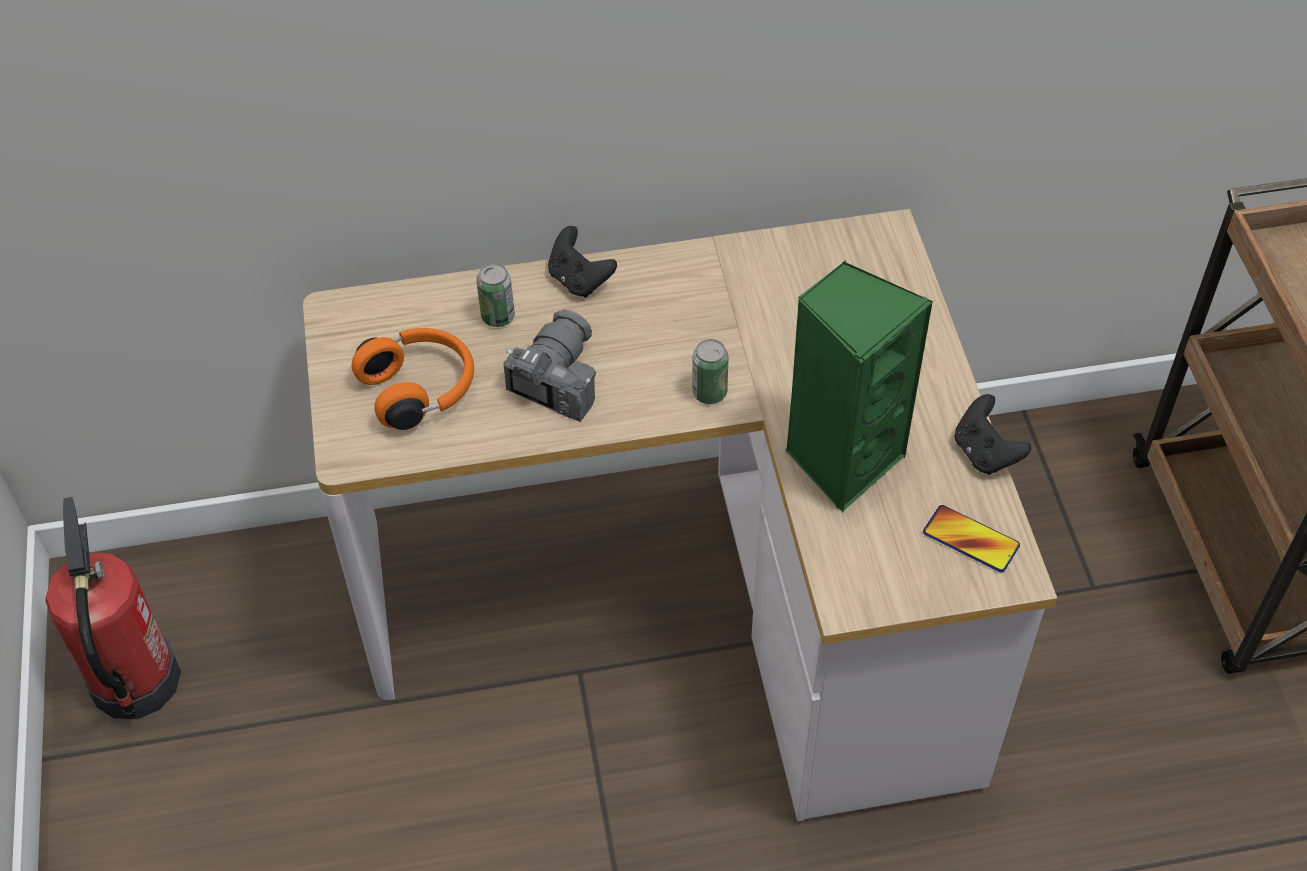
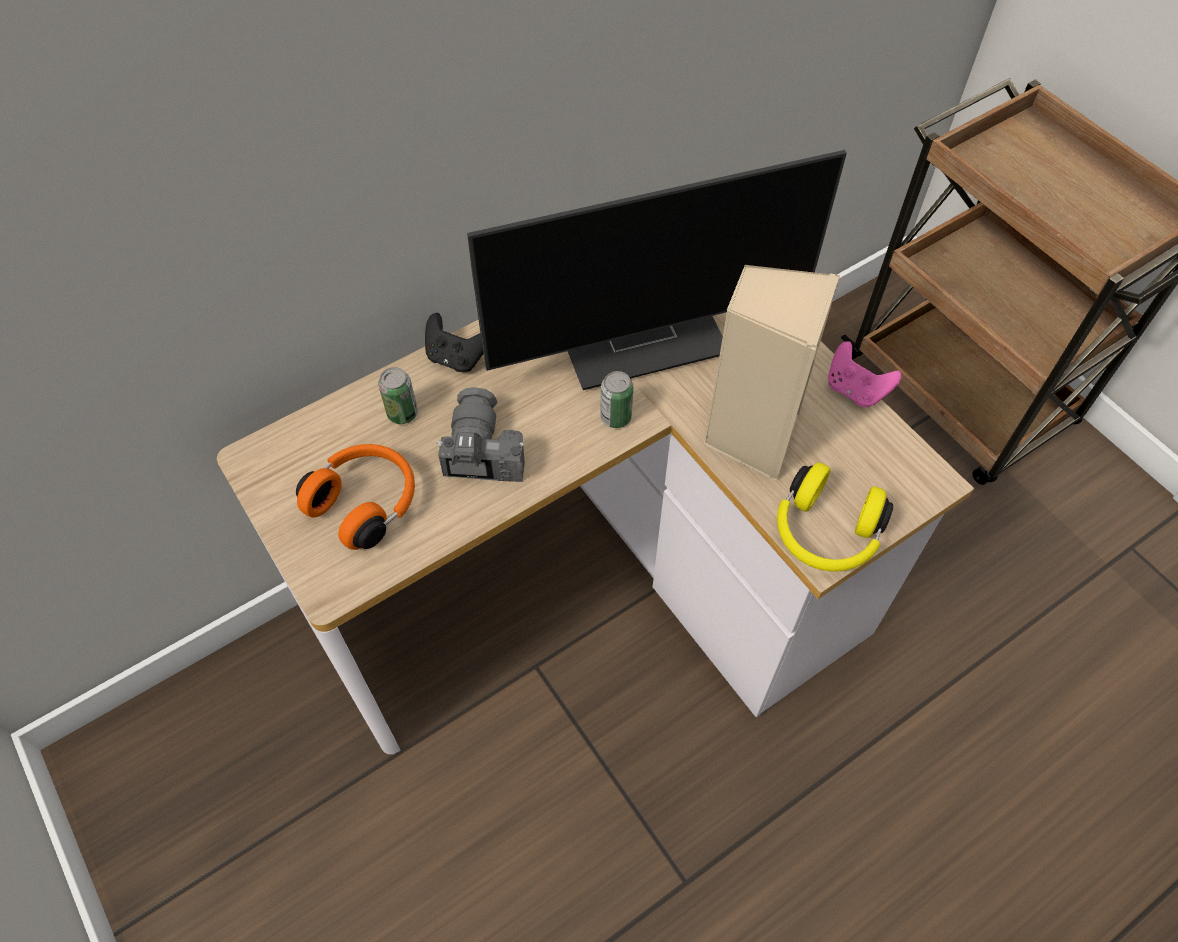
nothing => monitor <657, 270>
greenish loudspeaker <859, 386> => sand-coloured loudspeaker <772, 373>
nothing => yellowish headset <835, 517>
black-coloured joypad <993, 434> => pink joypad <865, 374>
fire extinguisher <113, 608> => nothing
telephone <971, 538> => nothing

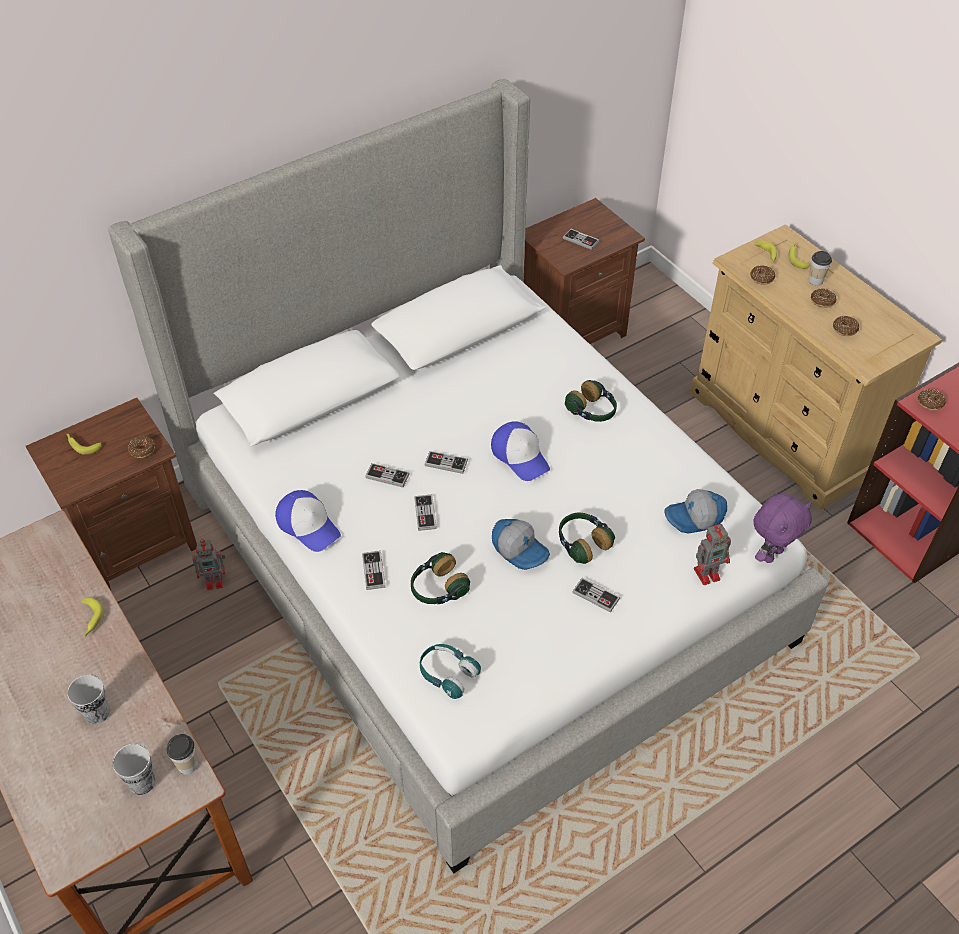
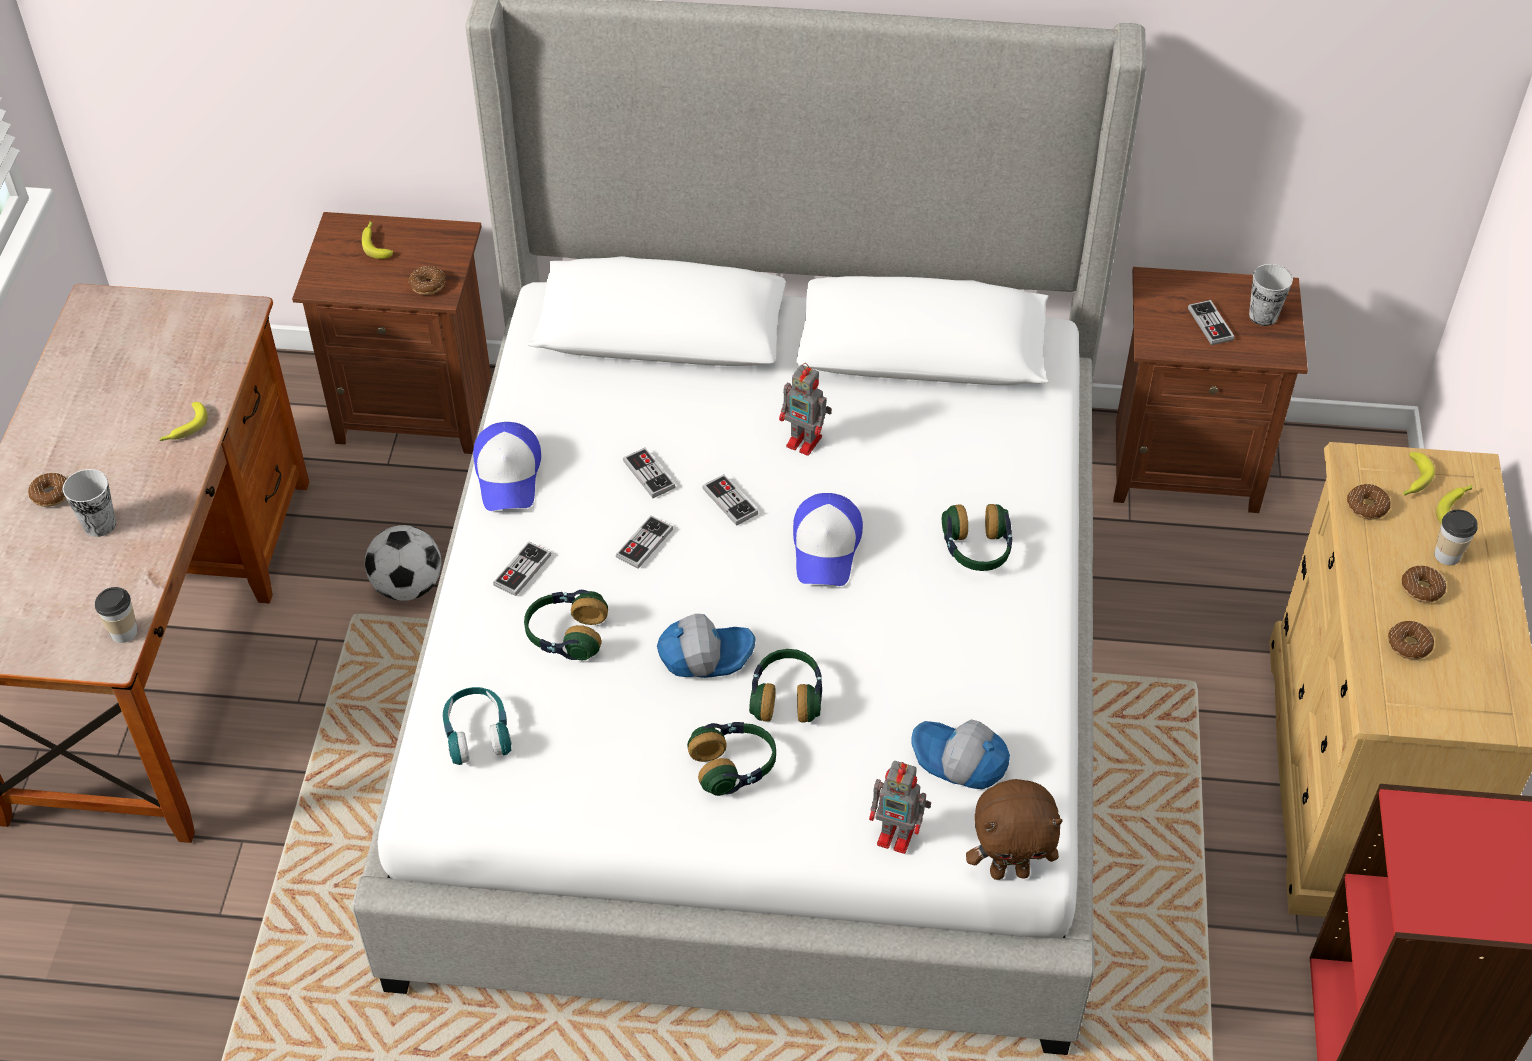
ring doughnut <932, 400> => ring doughnut <47, 490>, moved
nothing => ball for football <403, 563>
baseball cap <521, 544> => baseball cap <706, 646>, 90 degrees counterclockwise
joypad <596, 595> => headset <731, 759>
robot figure <209, 564> => robot figure <805, 409>, moved
purple-coloured cuddly toy <783, 528> => brown-coloured cuddly toy <1014, 829>
small cup <134, 769> => small cup <1271, 295>, moved

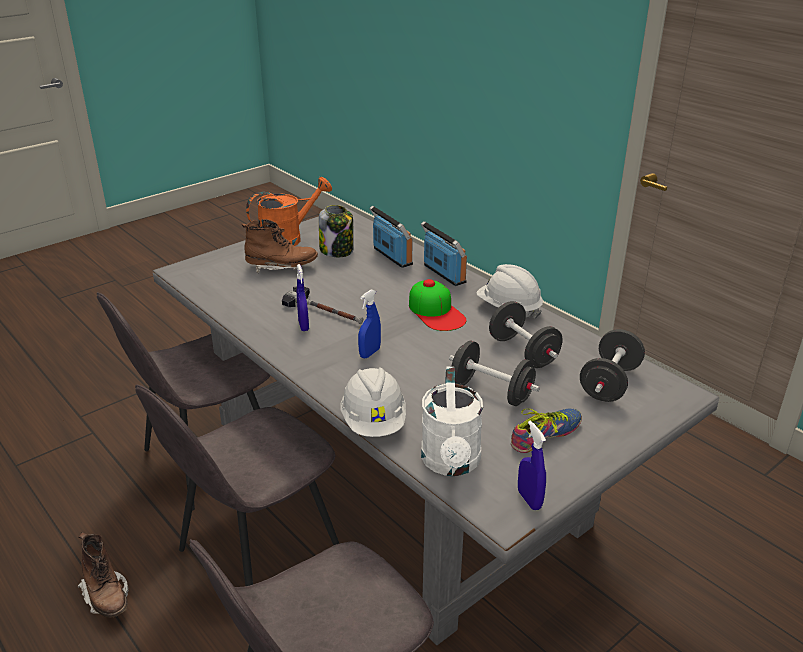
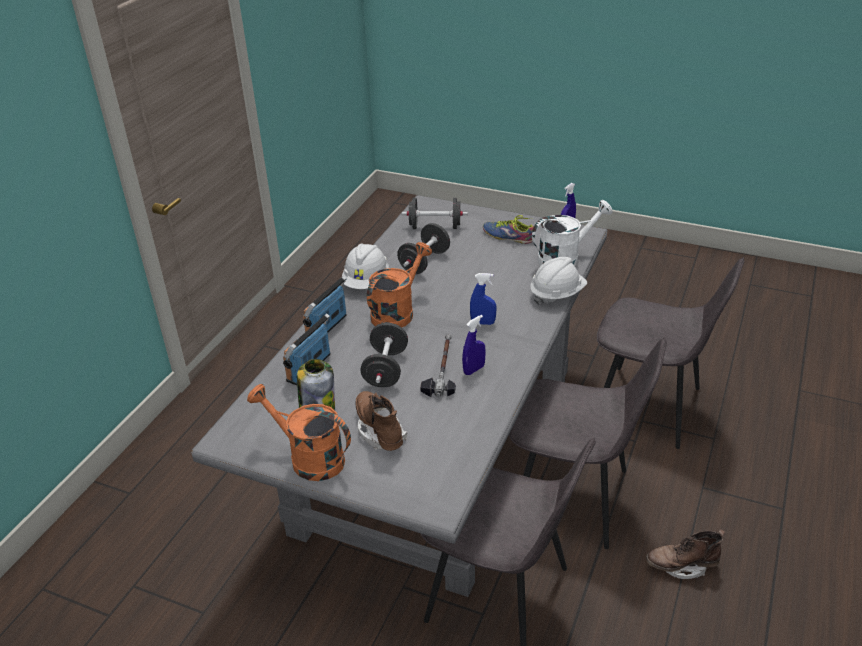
black-coloured hand weight <494, 373> => black-coloured hand weight <384, 355>, moved
baseball cap <437, 305> => orange sprinkling can <399, 285>
brown-coloured boot <103, 575> => brown-coloured boot <686, 554>, 120 degrees counterclockwise

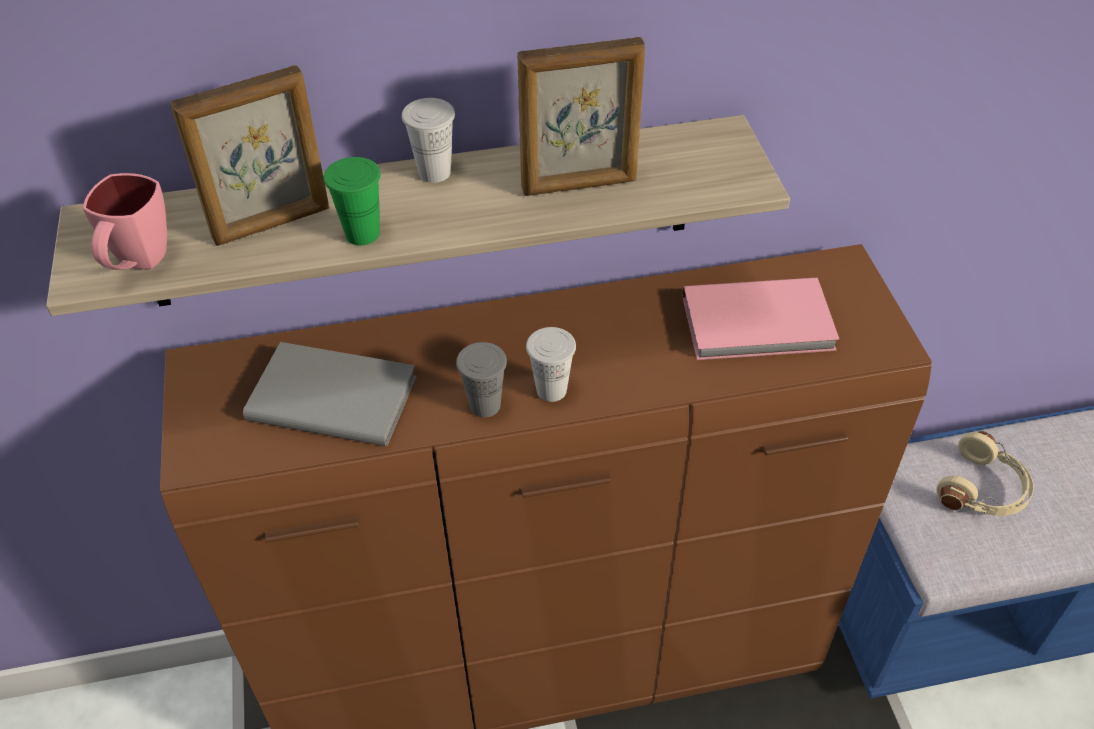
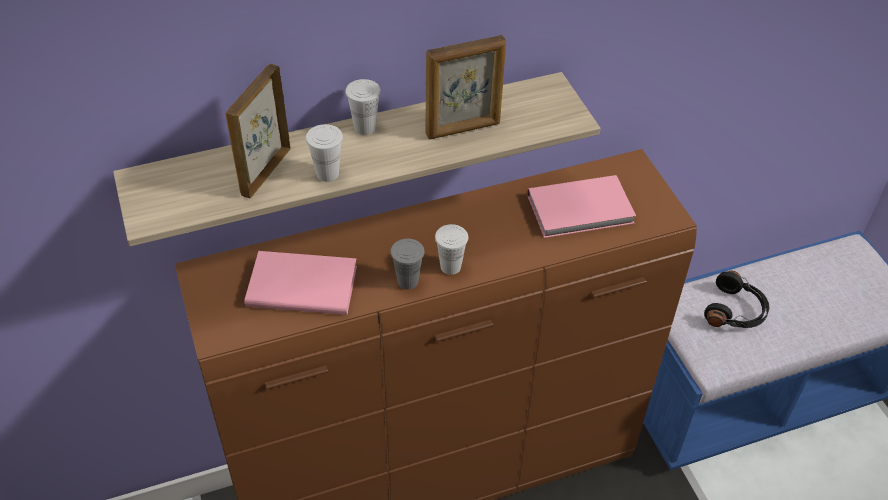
standing frame <249, 155> => standing frame <258, 131>, 150 degrees clockwise
grey volume <330, 394> => pink volume <301, 283>
greenish small cup <352, 201> => white-coloured small cup <324, 153>
sand-coloured headset <985, 473> => black-coloured headset <737, 299>
pink mug <125, 221> => nothing

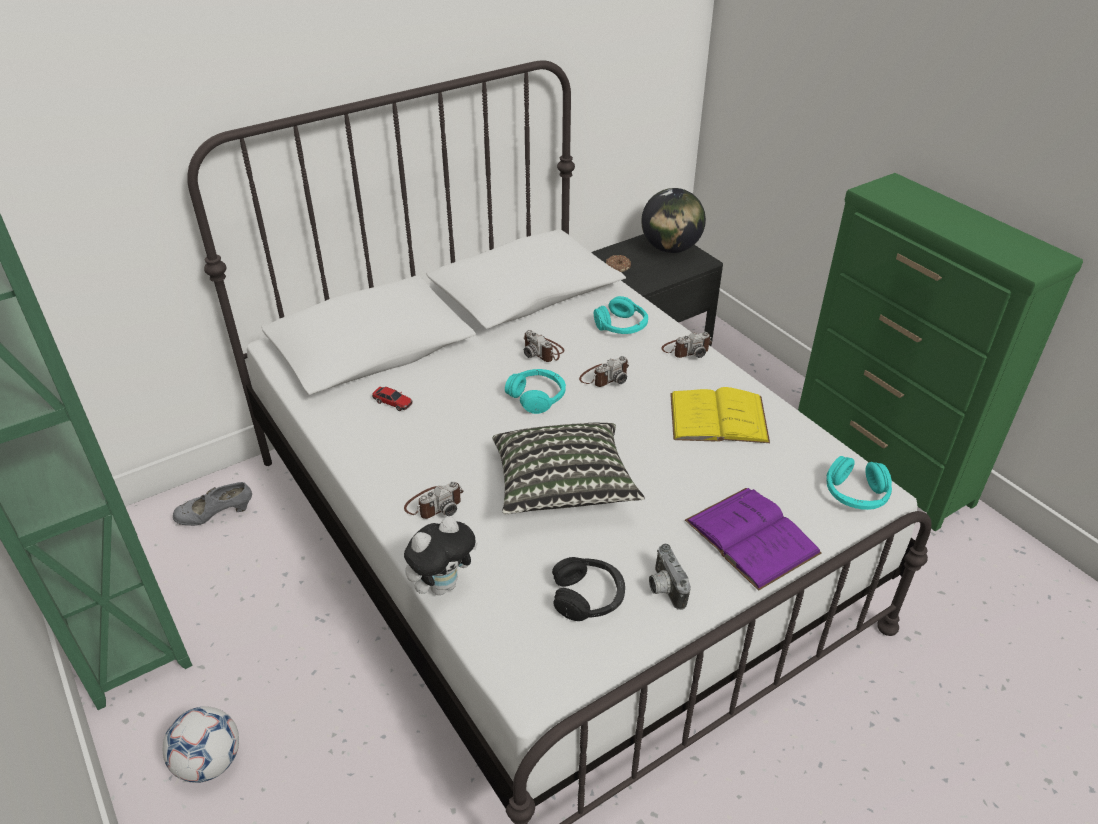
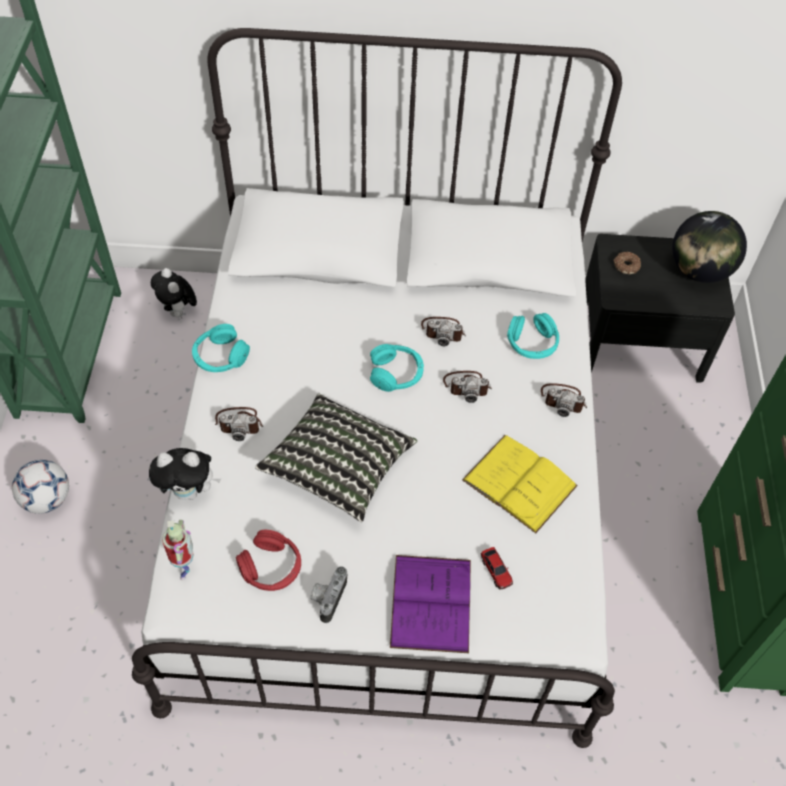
grey low shoe <212, 504> => cuddly toy <174, 293>
nothing => robot figure <178, 550>
turquoise headset <859, 483> => turquoise headset <221, 348>, moved
black-coloured headset <588, 589> => reddish headset <268, 560>
still camera <544, 346> => still camera <443, 331>, 75 degrees counterclockwise
miniature car <392, 399> => miniature car <497, 568>, moved

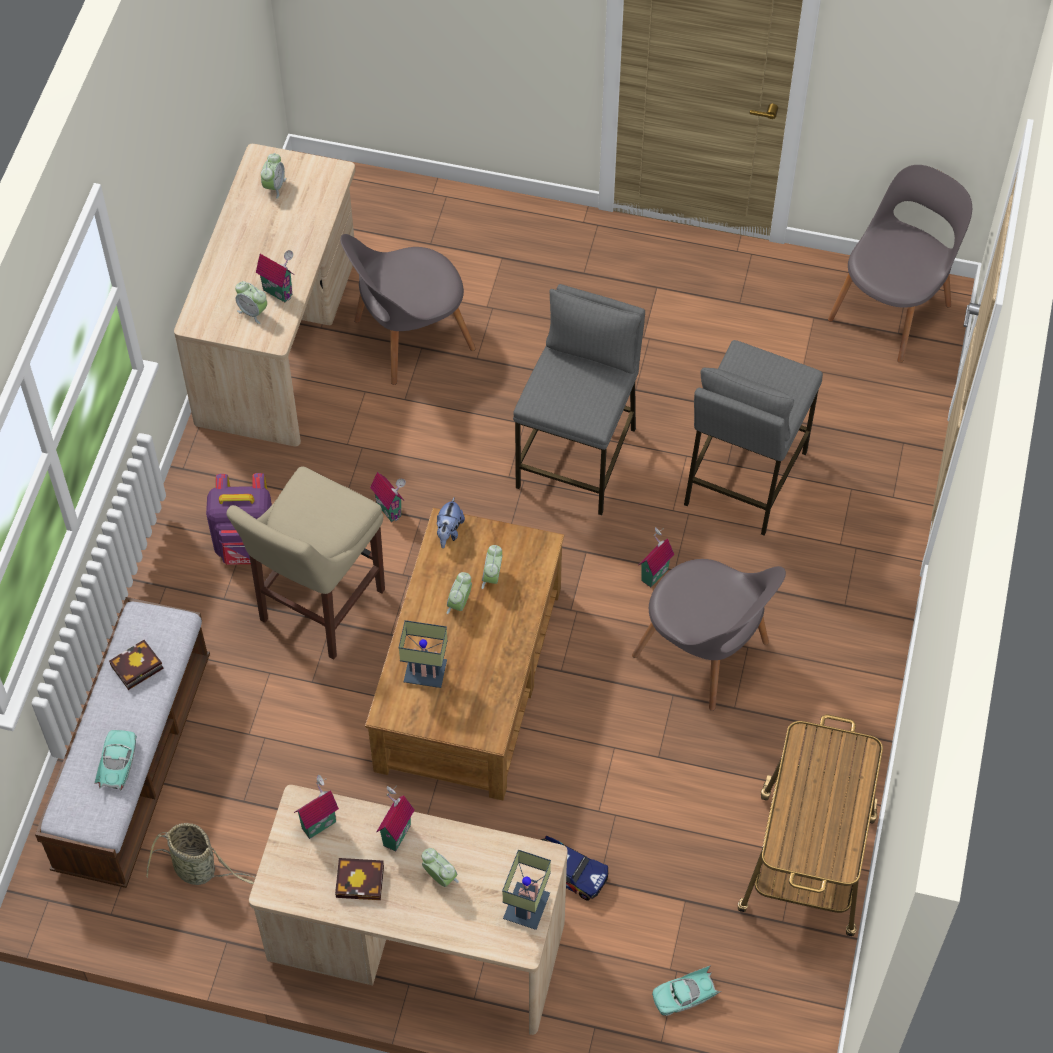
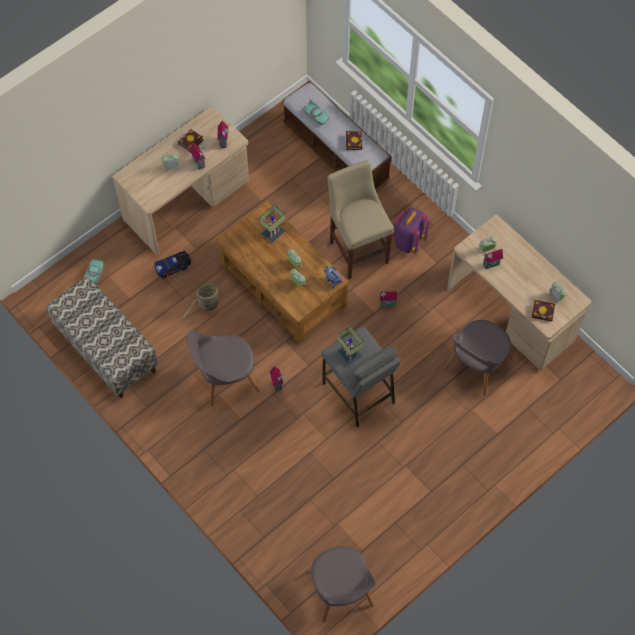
trolley <810, 825> => long seat <103, 337>
household basket <201, 854> => household basket <204, 302>, moved
table lamp <526, 890> => table lamp <350, 345>, moved
grey plain chair <408, 309> => grey plain chair <478, 358>, 150 degrees counterclockwise
nothing => volume <543, 311>
grey sitting stool <753, 438> => nothing

